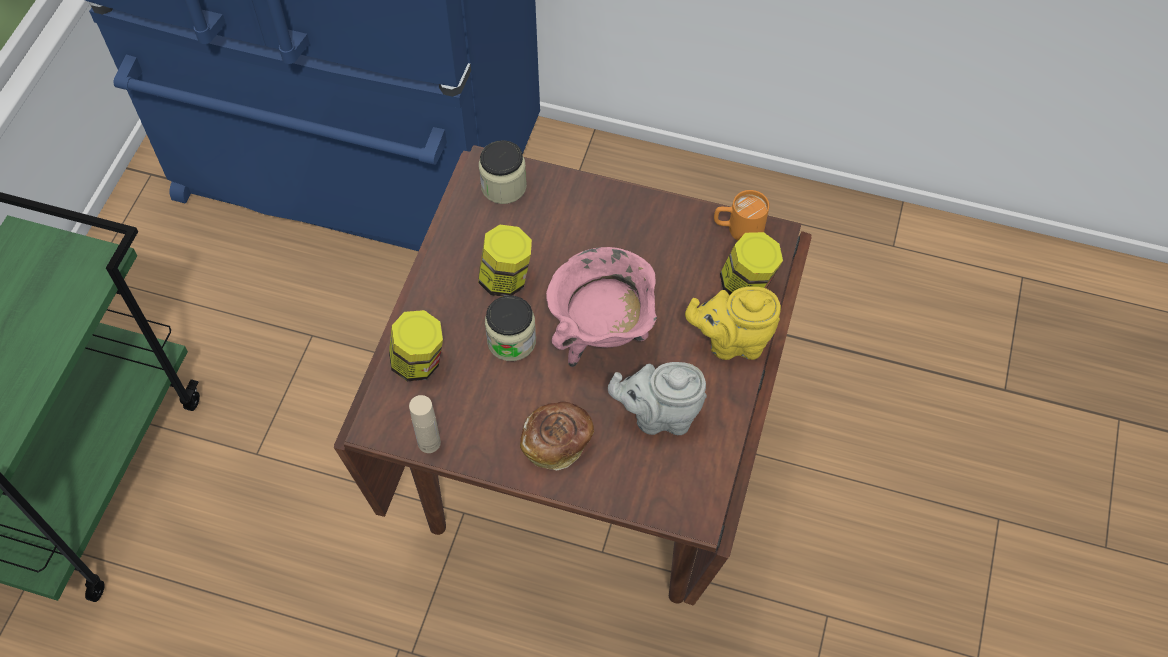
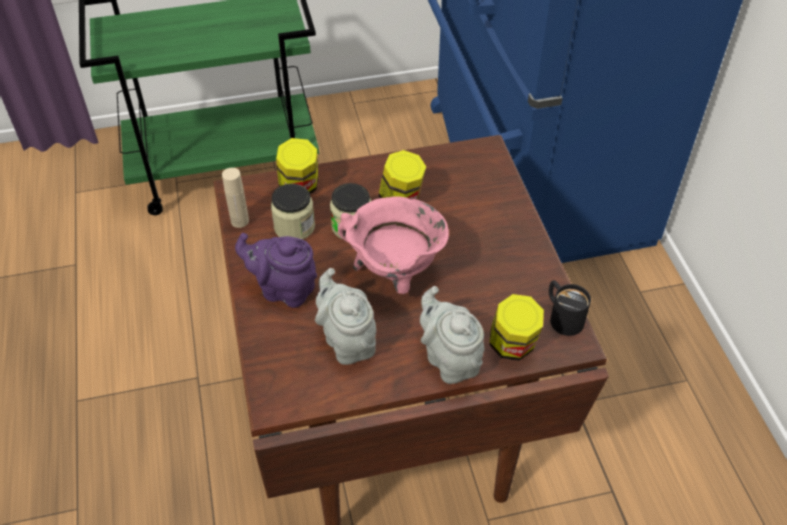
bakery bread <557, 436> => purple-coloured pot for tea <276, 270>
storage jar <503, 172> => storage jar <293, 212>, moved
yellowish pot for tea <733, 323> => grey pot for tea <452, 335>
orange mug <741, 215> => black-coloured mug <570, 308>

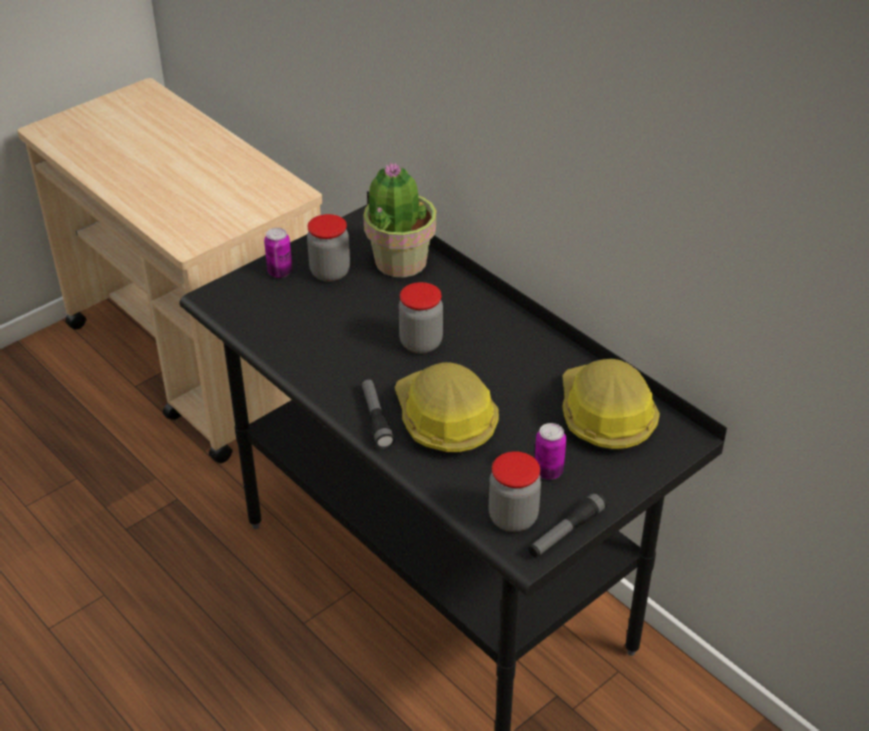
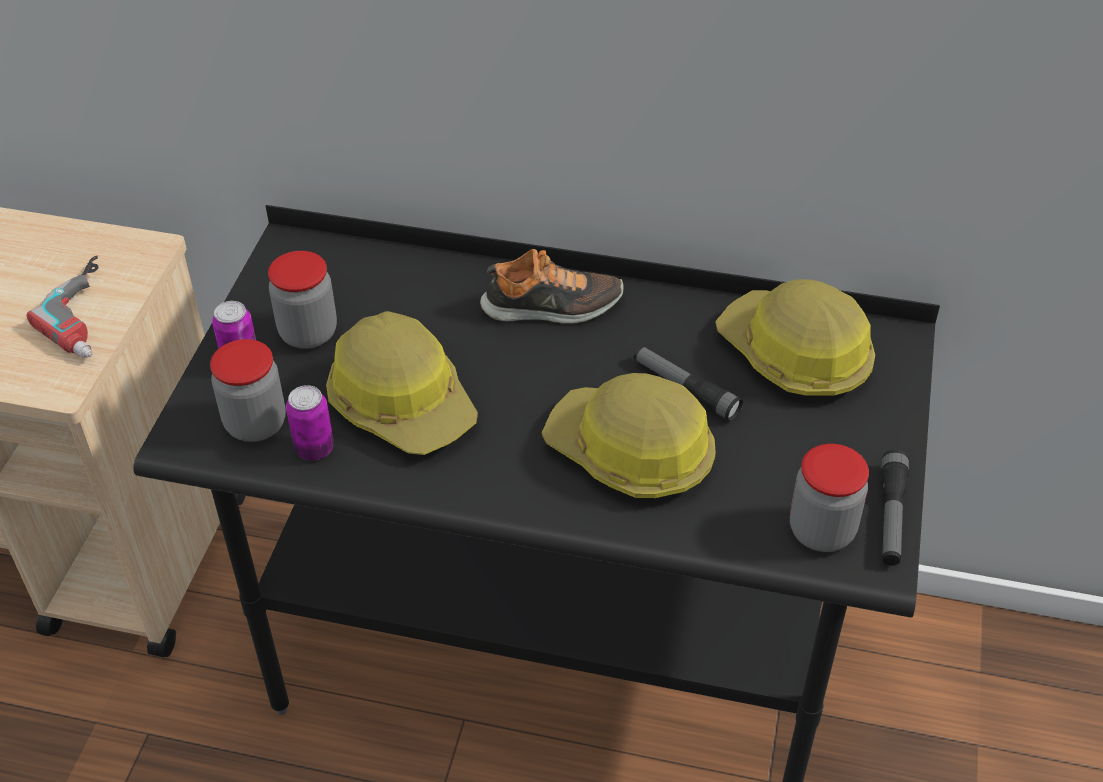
nothing => electric drill <62, 307>
storage jar <421, 318> => storage jar <248, 390>, moved
metal can <550, 451> => metal can <310, 422>, moved
nothing => work helmet <402, 383>
nothing => low shoe <552, 286>
torch <378, 414> => torch <688, 383>, moved
plant in a pot <399, 220> => nothing

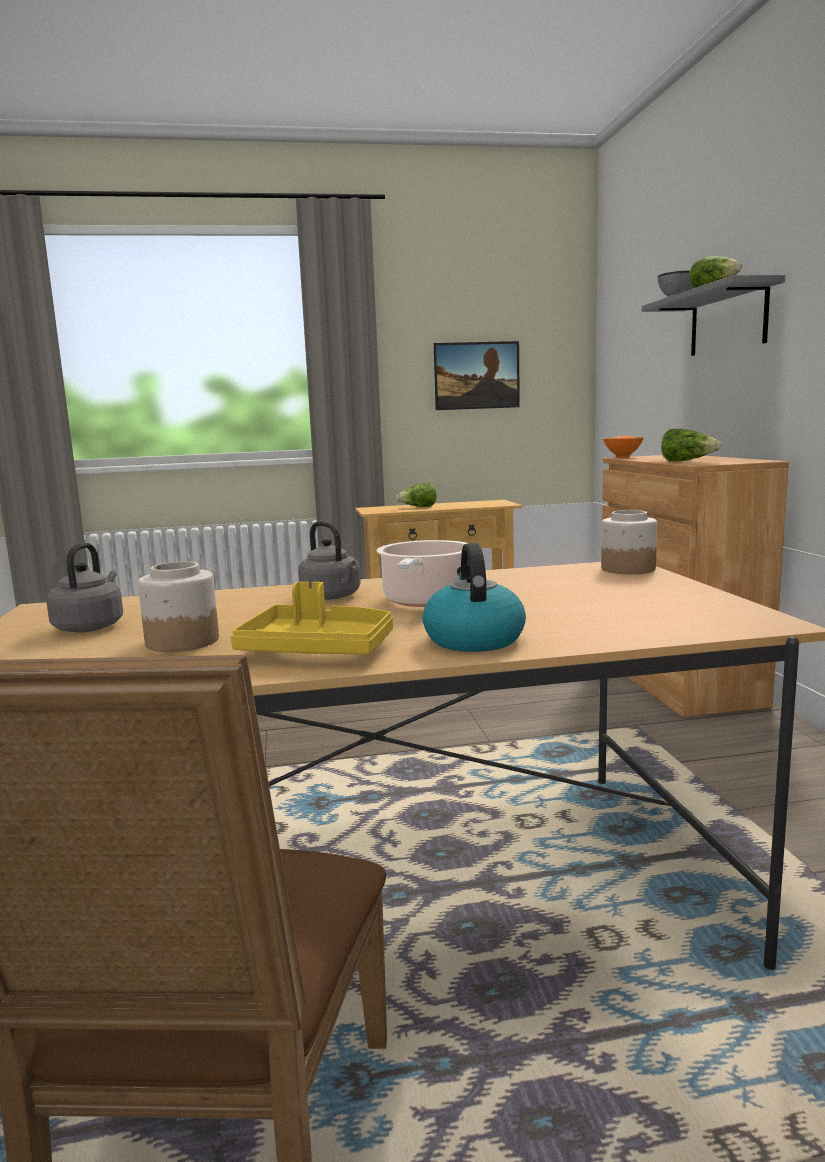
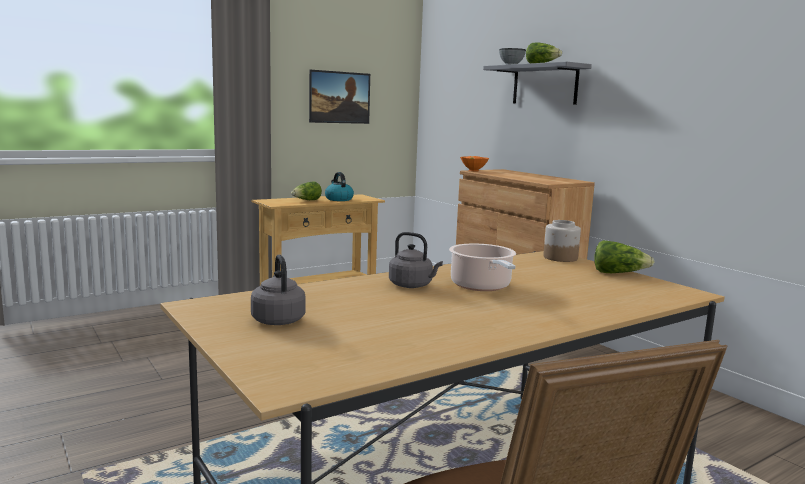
kettle <474, 597> => kettle <339, 186>, moved
lettuce <691, 445> => lettuce <624, 256>, moved
storage jar <178, 606> => nothing
yellowish carrying tray <312, 618> => nothing

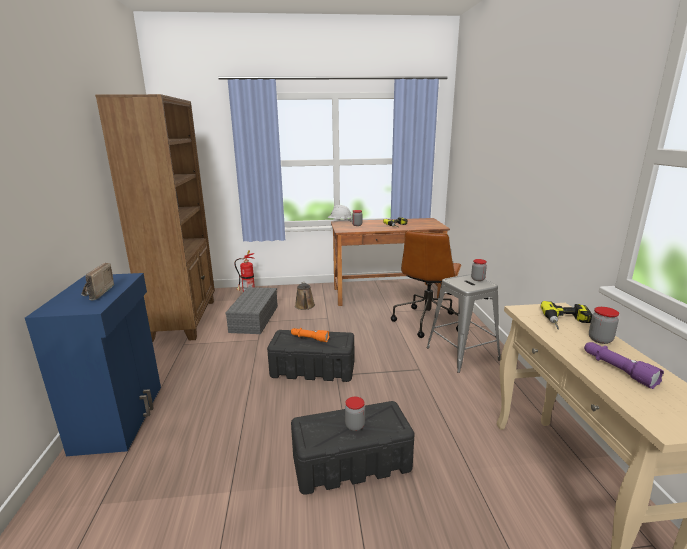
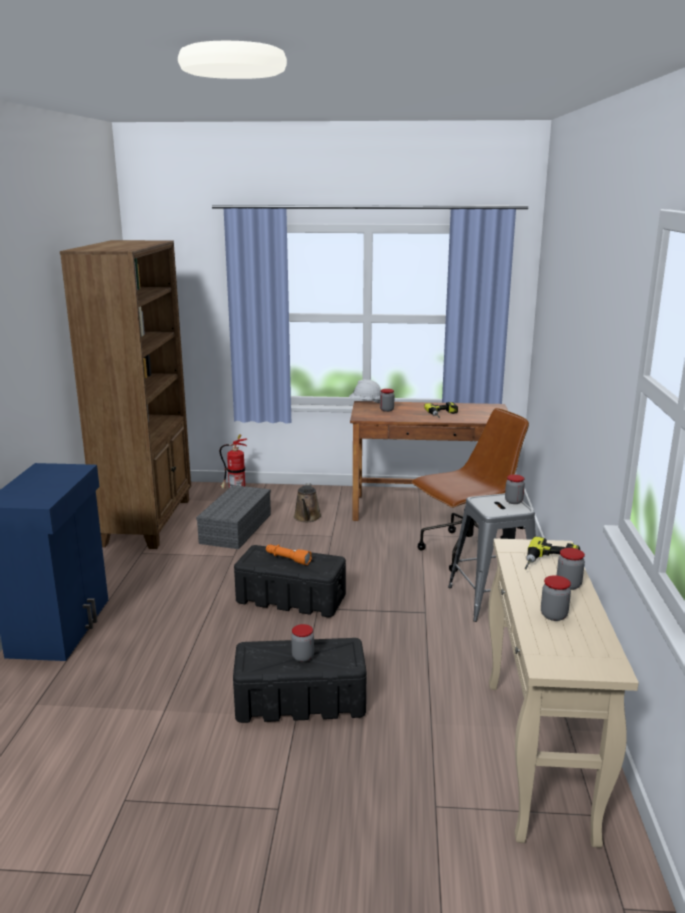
brown-coloured computer chair <426, 284> => brown-coloured computer chair <470, 490>, 150 degrees counterclockwise
purple-coloured torch <624, 365> => storage jar <556, 598>
radio receiver <98, 281> => nothing

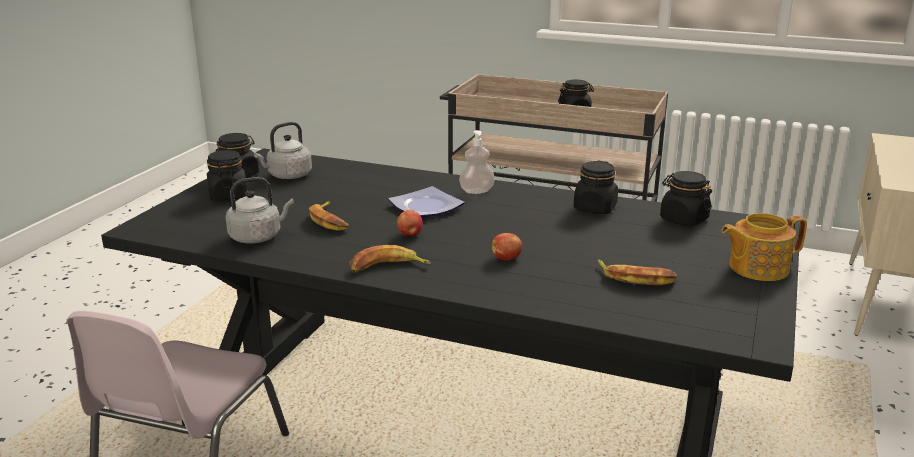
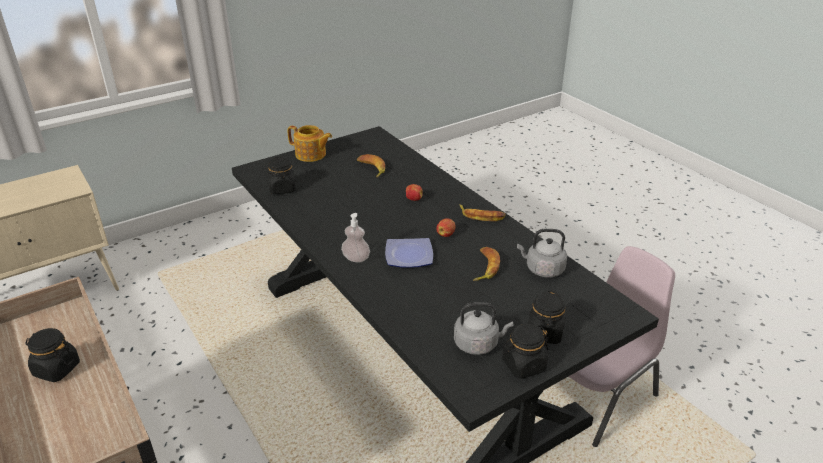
black-coloured storage jar <596, 187> => nothing

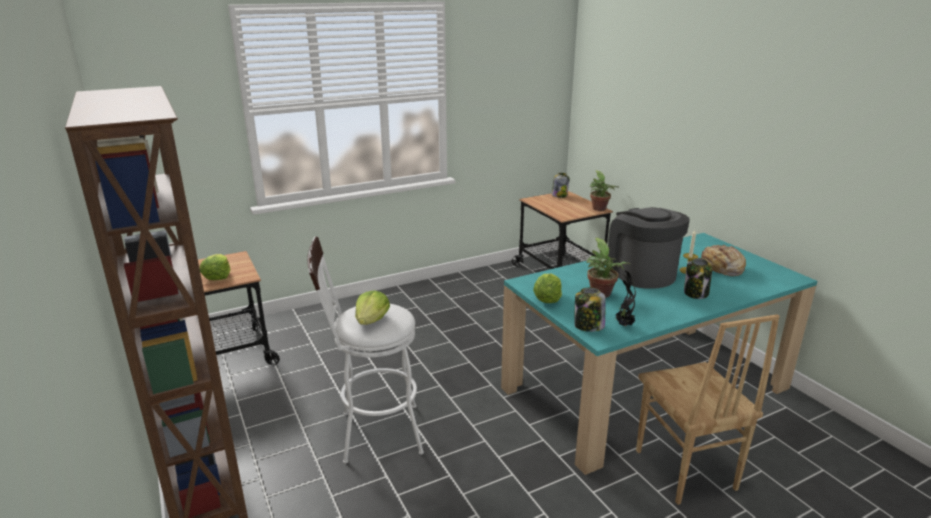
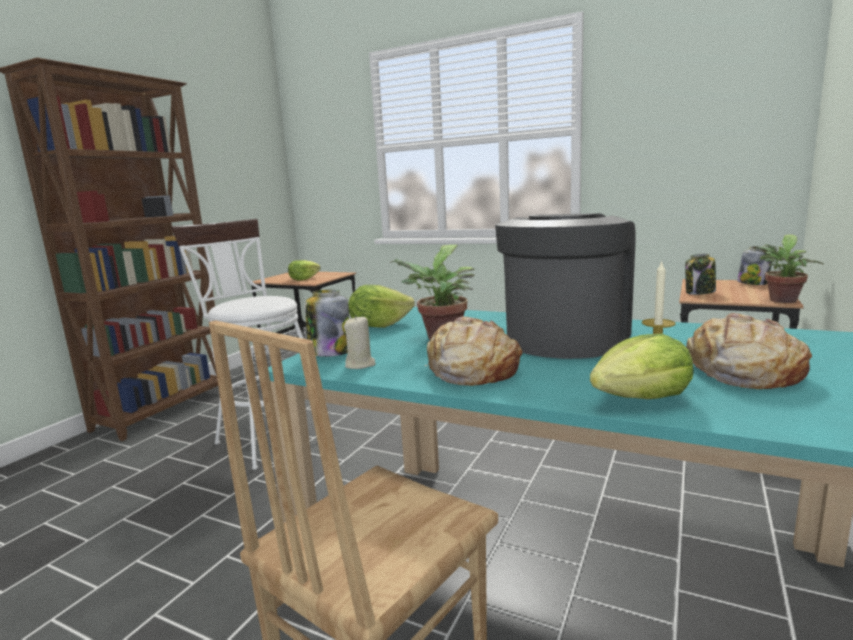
plant in a pot <625, 298> => sand-coloured wax candle <360, 342>
nothing => bakery bread <473, 351>
lettuce <372, 307> => lettuce <642, 366>, moved
storage jar <698, 278> => storage jar <700, 274>, moved

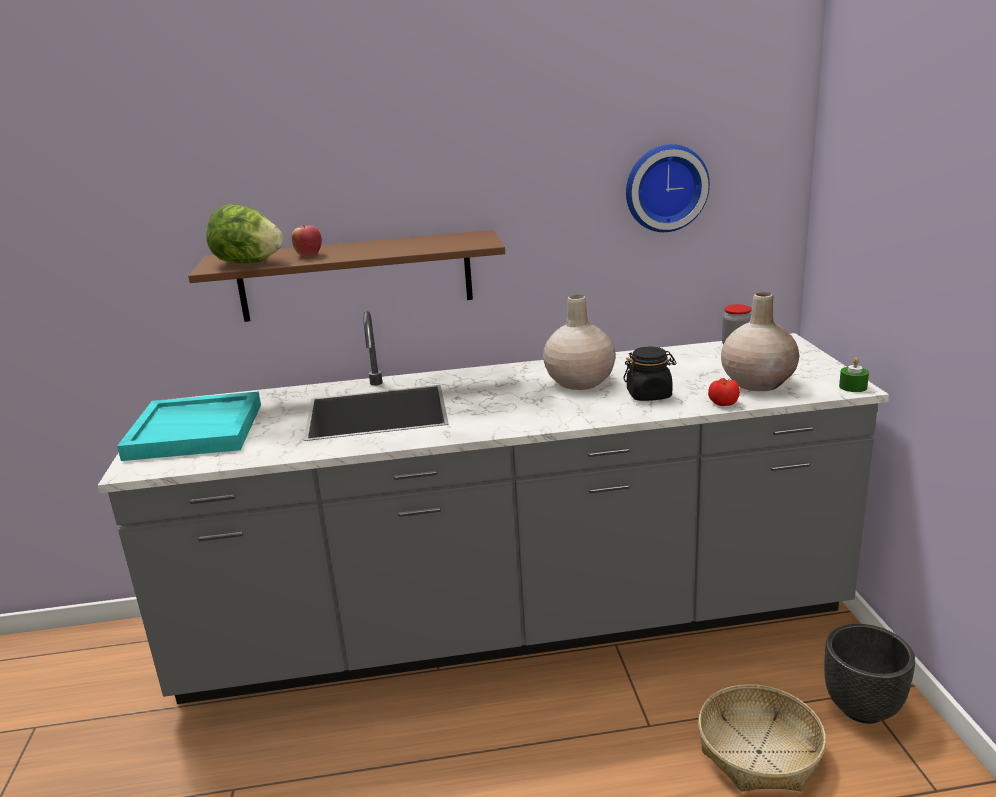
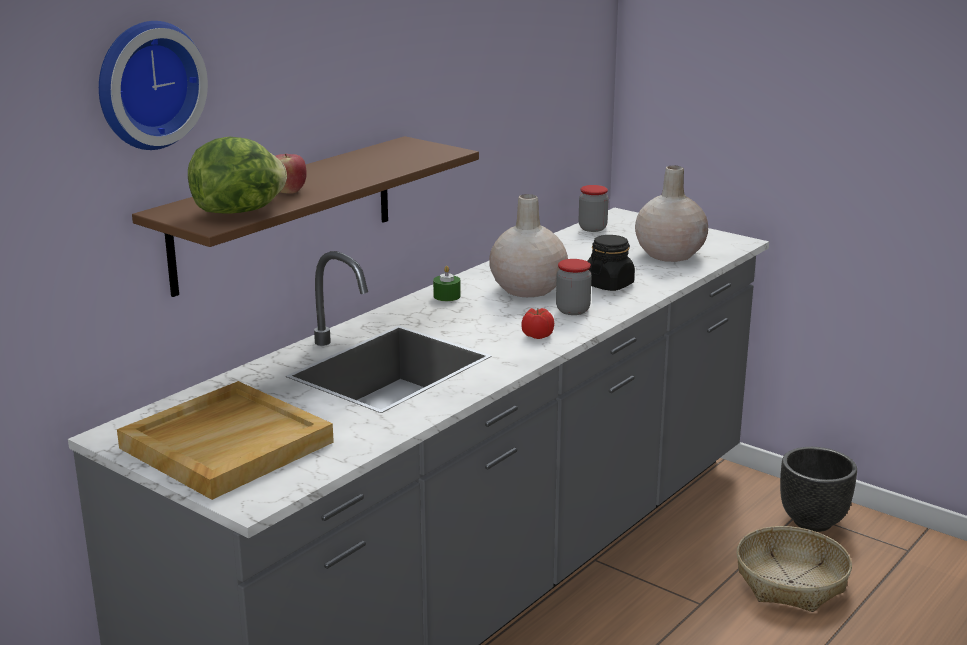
wall clock <668, 188> => wall clock <153, 85>, moved
turquoise carrying tray <189, 426> => sand-coloured carrying tray <225, 440>
greenish wax candle <854, 375> => greenish wax candle <447, 283>, moved
whole tomato <724, 392> => whole tomato <537, 323>, moved
nothing => storage jar <574, 287>

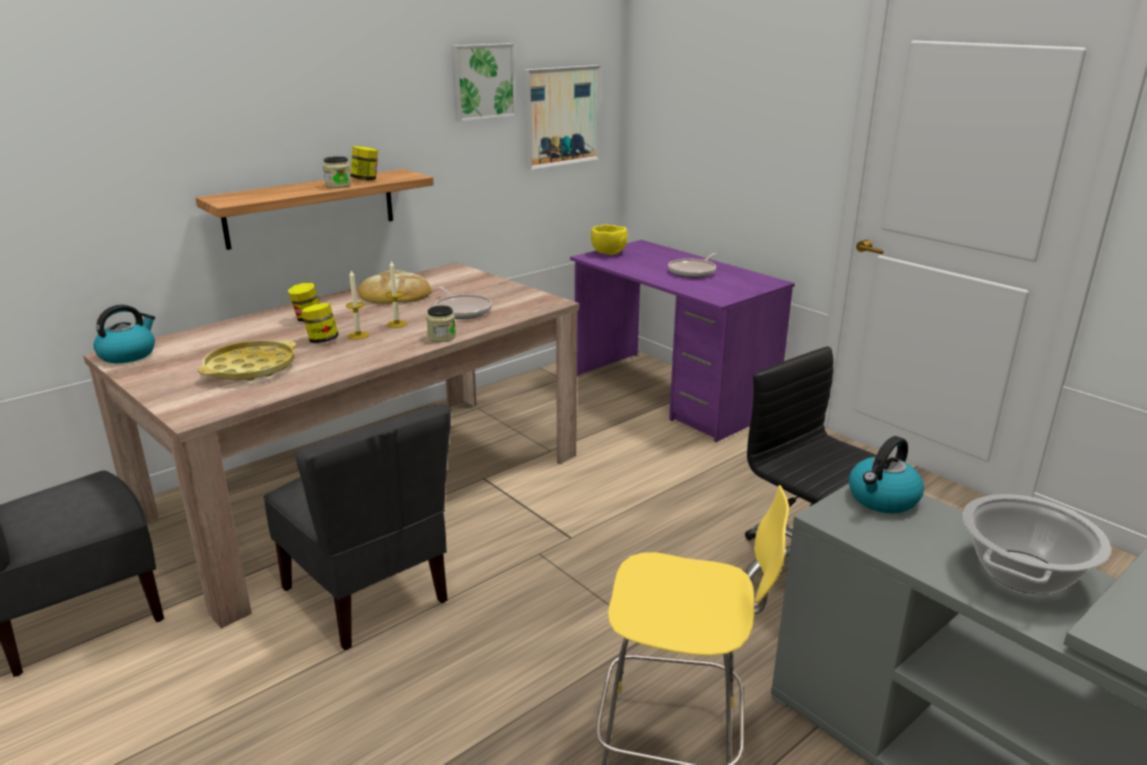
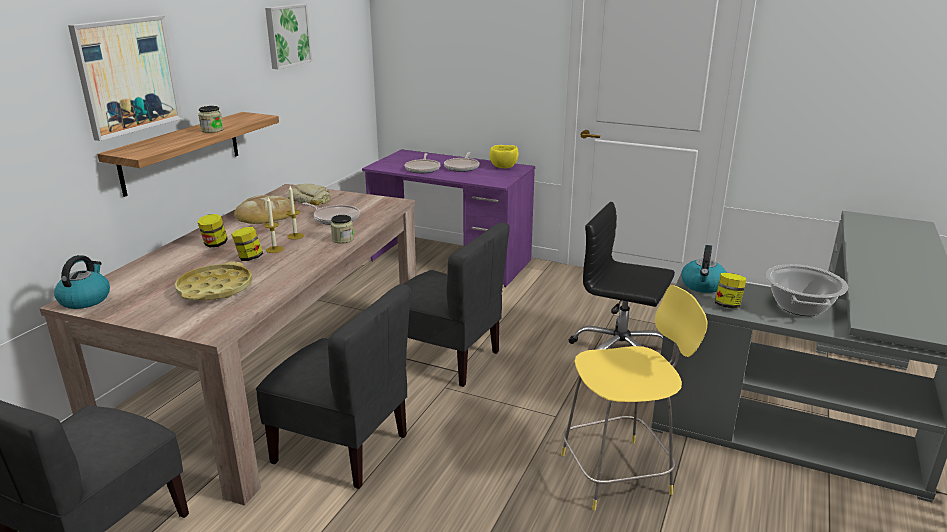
wall picture <562, 117> => wall picture <125, 78>, moved
nothing => bakery bread <308, 194>
nothing => grey plain chair <457, 304>
nothing => skillet <422, 163>
yellowish serving bowl <609, 239> => yellowish serving bowl <504, 156>, moved
storage jar <364, 163> => storage jar <730, 291>, moved

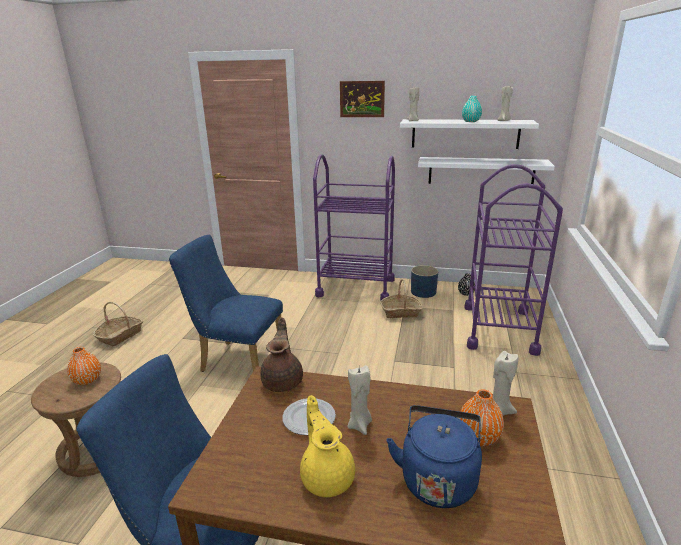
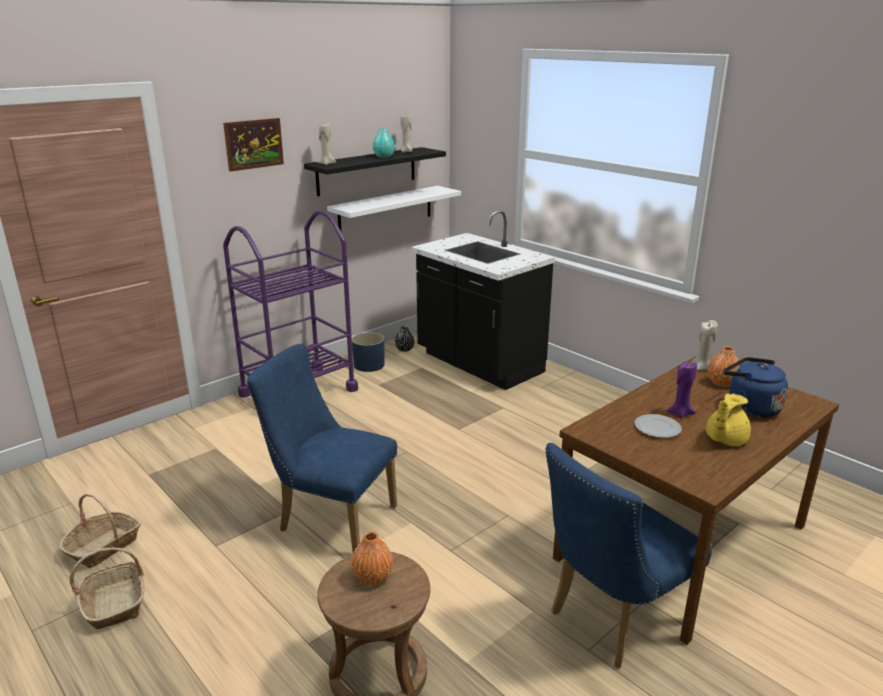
household basket <401, 298> => household basket <100, 530>, moved
bluish plain chair <226, 303> => bluish plain chair <322, 448>, 60 degrees clockwise
white-coloured wall shelf <469, 134> => black-coloured wall shelf <375, 171>
purple-coloured trolley <513, 260> => black-coloured kitchen counter <483, 300>
sand-coloured wax candle <359, 400> => purple-coloured wax candle <681, 389>
yellowish pot for tea <327, 446> => yellowish pot for tea <728, 419>, 60 degrees counterclockwise
brown-coloured pot for tea <281, 354> => nothing

